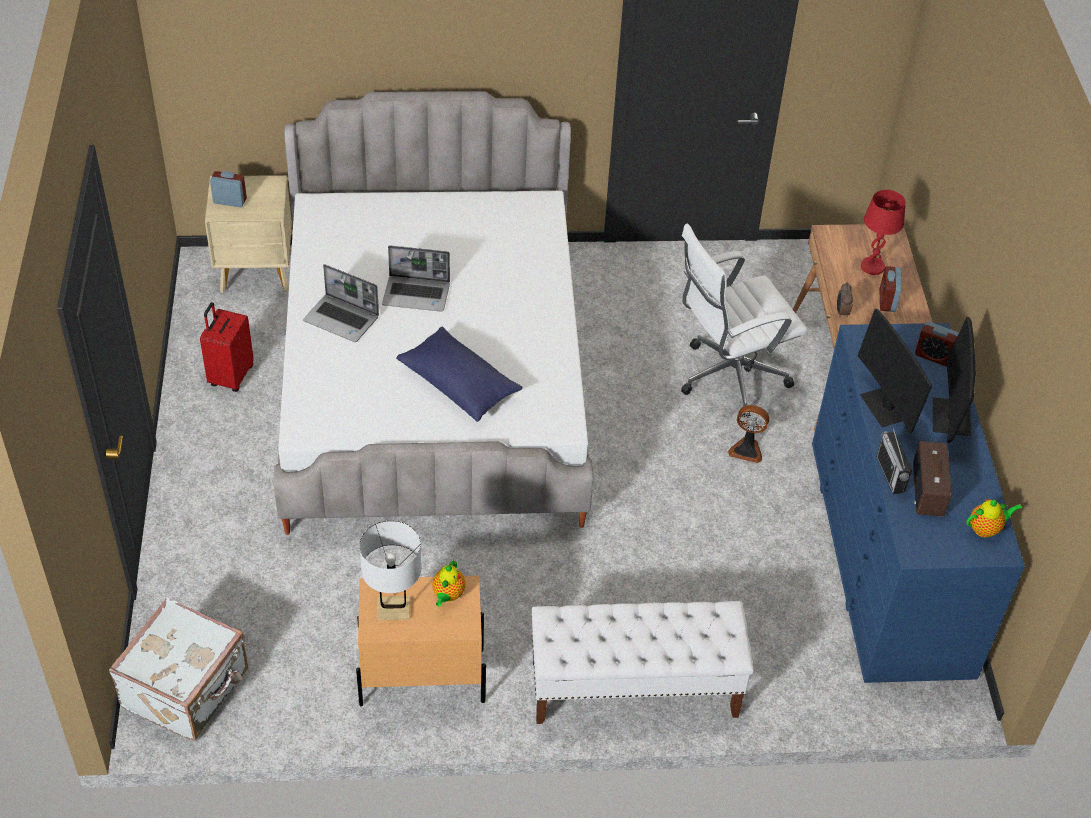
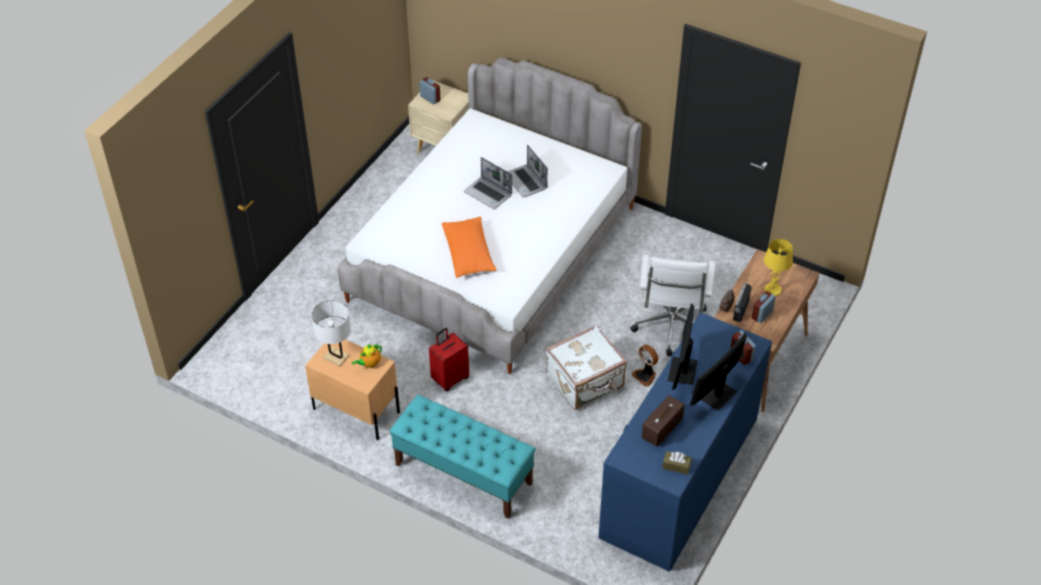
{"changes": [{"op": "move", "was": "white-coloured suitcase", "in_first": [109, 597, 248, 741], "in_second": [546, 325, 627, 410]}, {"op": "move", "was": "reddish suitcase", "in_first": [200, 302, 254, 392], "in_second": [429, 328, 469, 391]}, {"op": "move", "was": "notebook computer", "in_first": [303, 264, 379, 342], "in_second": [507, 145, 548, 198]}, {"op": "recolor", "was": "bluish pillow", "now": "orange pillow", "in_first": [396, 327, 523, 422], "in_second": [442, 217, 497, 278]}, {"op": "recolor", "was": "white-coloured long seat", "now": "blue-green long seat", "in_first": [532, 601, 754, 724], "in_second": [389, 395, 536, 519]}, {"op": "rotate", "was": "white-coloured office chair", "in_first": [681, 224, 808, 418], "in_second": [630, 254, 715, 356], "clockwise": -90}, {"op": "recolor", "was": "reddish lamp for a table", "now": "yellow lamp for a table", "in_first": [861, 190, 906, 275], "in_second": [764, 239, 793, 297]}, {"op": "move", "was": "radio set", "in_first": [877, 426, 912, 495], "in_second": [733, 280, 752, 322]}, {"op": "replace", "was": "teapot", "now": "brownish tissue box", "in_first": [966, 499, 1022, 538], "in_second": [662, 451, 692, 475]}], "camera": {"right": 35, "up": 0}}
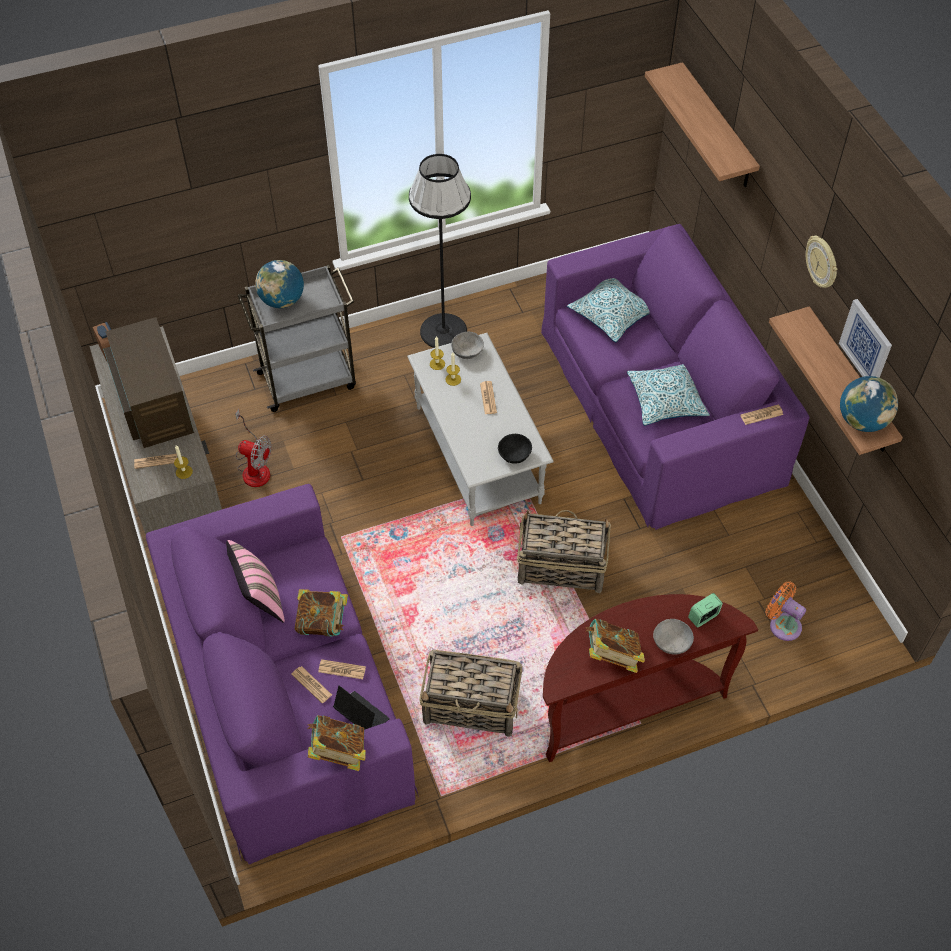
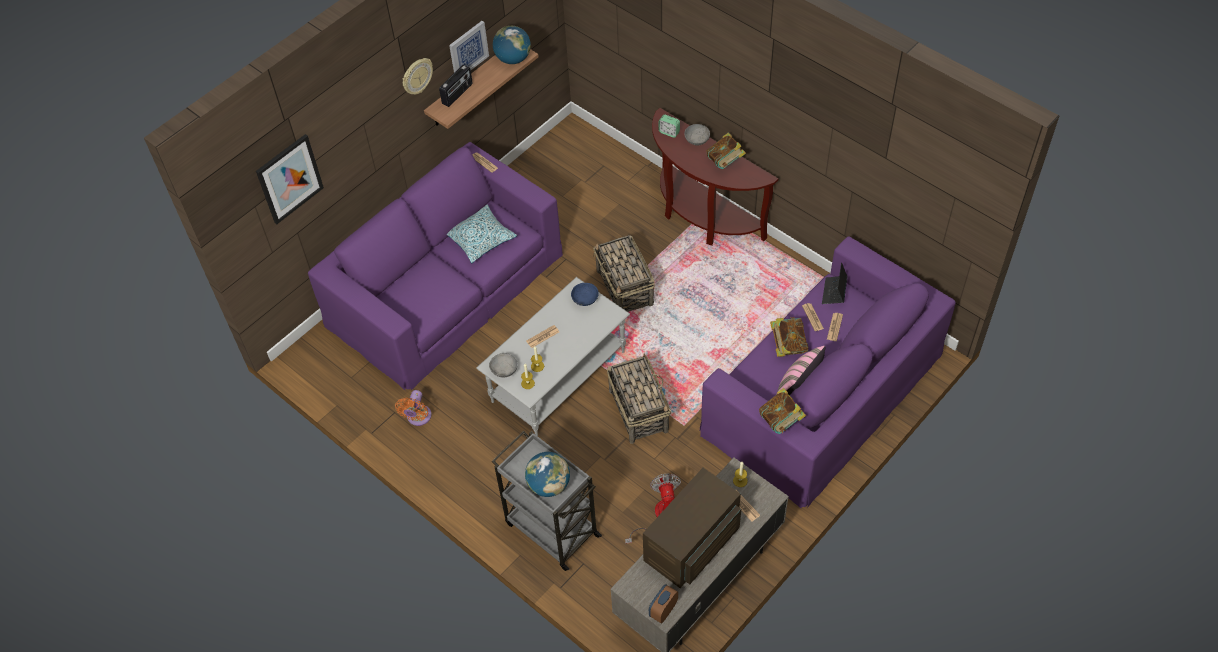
{"changes": [{"op": "move", "was": "bound book", "in_first": [307, 715, 366, 771], "in_second": [759, 388, 806, 434]}, {"op": "delete", "was": "black-coloured standard lamp", "in_first": [409, 154, 471, 348]}, {"op": "move", "was": "basket", "in_first": [419, 649, 522, 737], "in_second": [607, 353, 671, 444]}, {"op": "recolor", "was": "black-coloured bowl", "now": "bluish bowl", "in_first": [498, 434, 532, 464], "in_second": [571, 283, 599, 306]}, {"op": "delete", "was": "pillow", "in_first": [567, 278, 650, 342]}, {"op": "replace", "was": "wall shelf", "now": "wall art", "in_first": [645, 62, 760, 187], "in_second": [256, 134, 324, 224]}, {"op": "move", "was": "orange electric fan", "in_first": [766, 581, 806, 641], "in_second": [395, 390, 431, 426]}, {"op": "insert", "now": "radio set", "in_second": [439, 65, 473, 107]}], "camera": {"right": -115, "up": 0}}
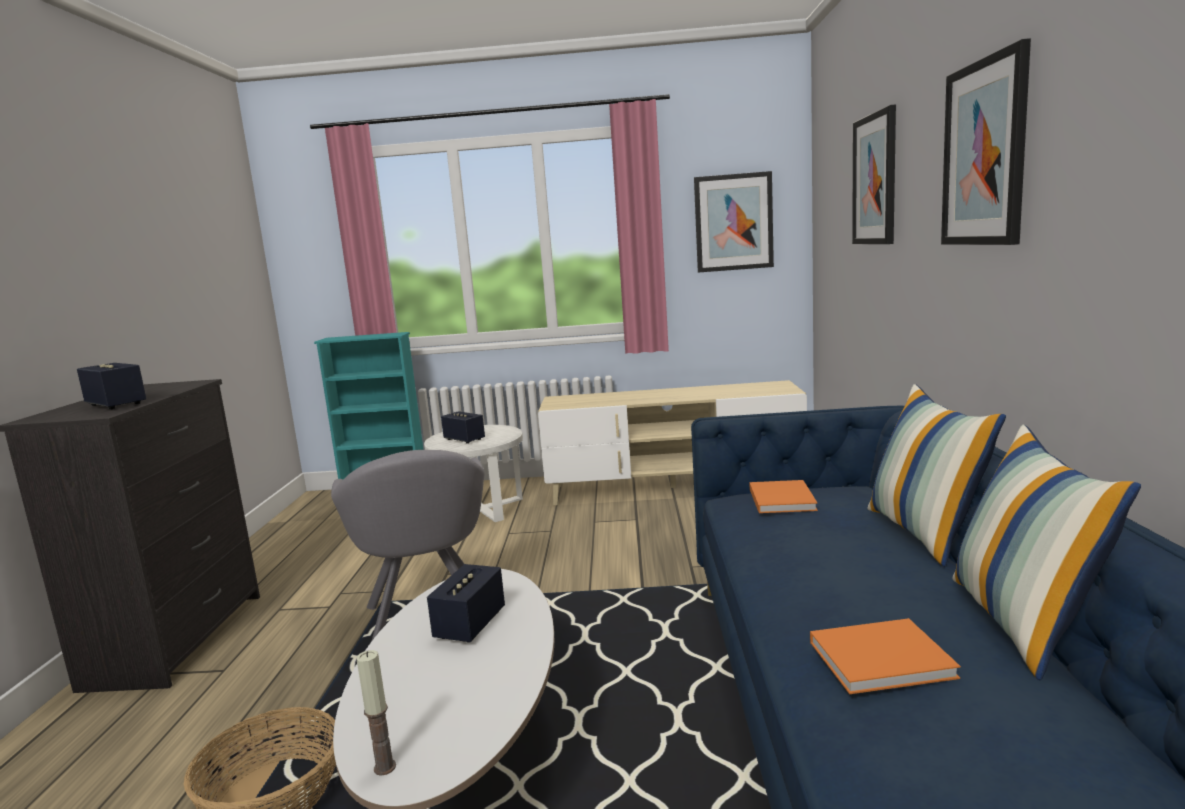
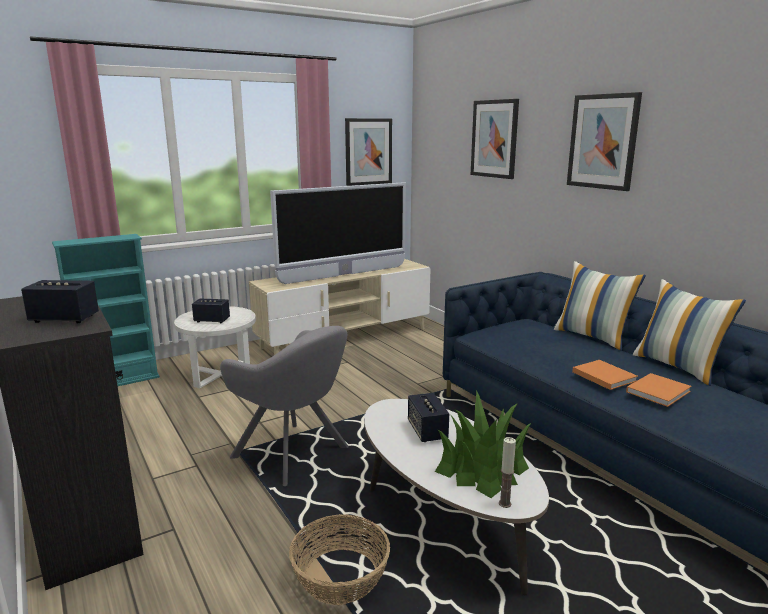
{"changes": [{"op": "move", "was": "orange bound book", "in_first": [749, 480, 818, 513], "in_second": [572, 360, 638, 390]}, {"op": "insert", "now": "TV", "in_second": [270, 182, 406, 284]}, {"op": "insert", "now": "houseplant", "in_second": [435, 390, 532, 498]}], "camera": {"right": -35, "up": 5}}
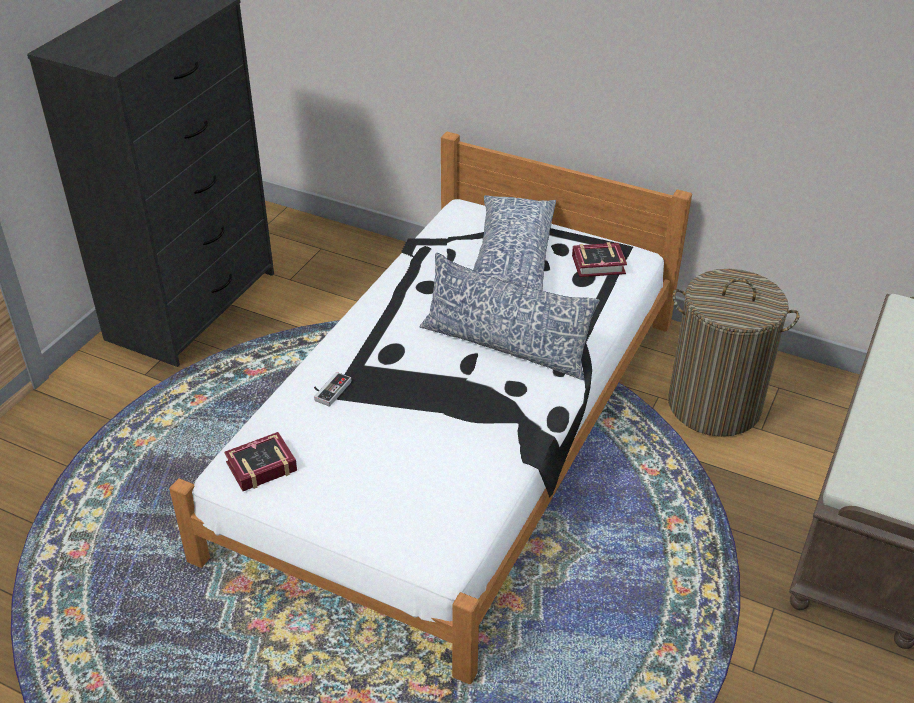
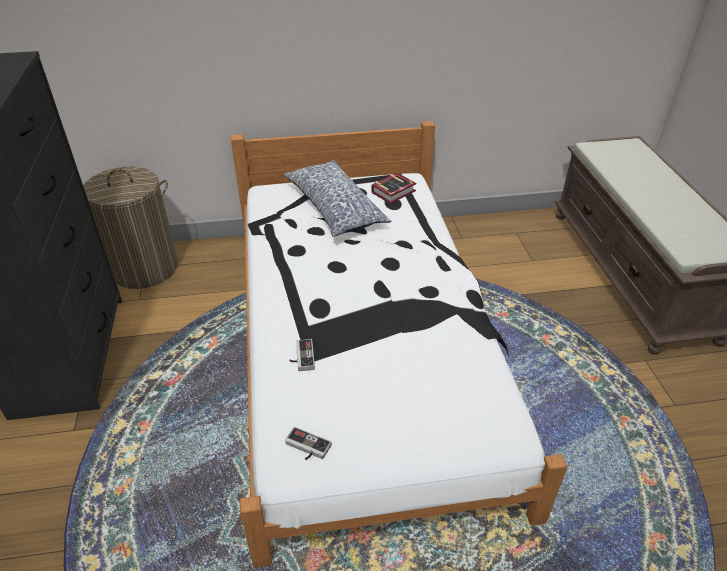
{"changes": [{"op": "replace", "was": "bound book", "now": "game controller", "in_first": [224, 432, 297, 491], "in_second": [285, 427, 332, 460]}, {"op": "delete", "was": "pillow", "in_first": [420, 253, 600, 380]}, {"op": "move", "was": "washing basket", "in_first": [668, 269, 800, 437], "in_second": [83, 167, 178, 289]}], "camera": {"right": -35, "up": 0}}
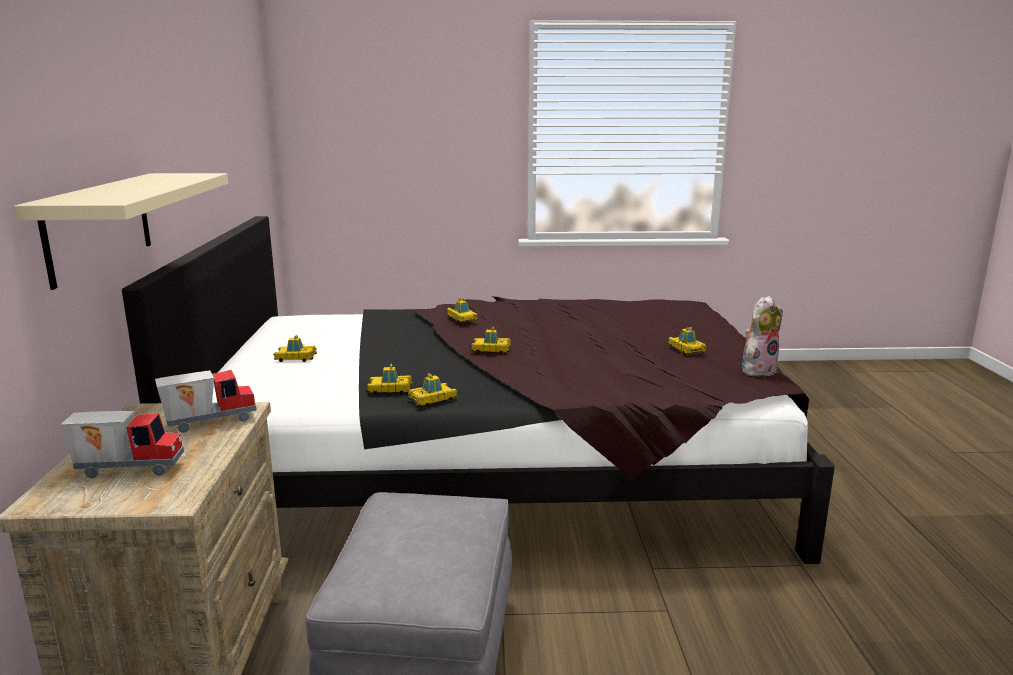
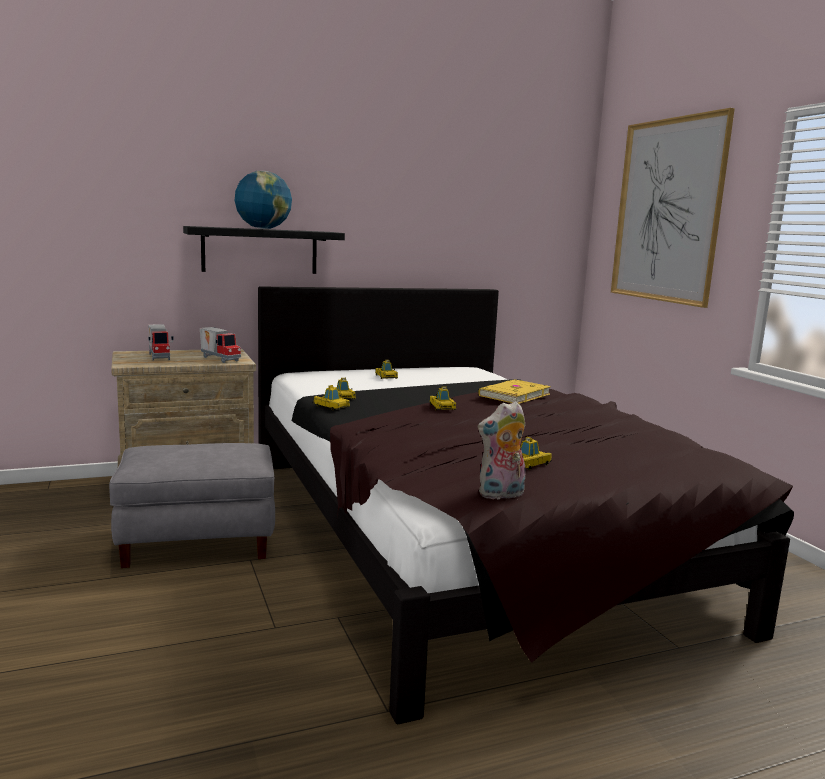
{"changes": [{"op": "recolor", "was": "sand-coloured wall shelf", "now": "black-coloured wall shelf", "in_first": [14, 173, 228, 290], "in_second": [183, 226, 345, 274]}, {"op": "replace", "was": "model car", "now": "yellow bound book", "in_first": [447, 298, 478, 323], "in_second": [478, 379, 551, 404]}, {"op": "rotate", "was": "cuddly toy", "in_first": [742, 296, 783, 377], "in_second": [478, 401, 526, 500], "clockwise": 120}, {"op": "insert", "now": "world globe", "in_second": [235, 171, 292, 229]}, {"op": "insert", "now": "wall art", "in_second": [611, 108, 735, 308]}], "camera": {"right": 70, "up": -5}}
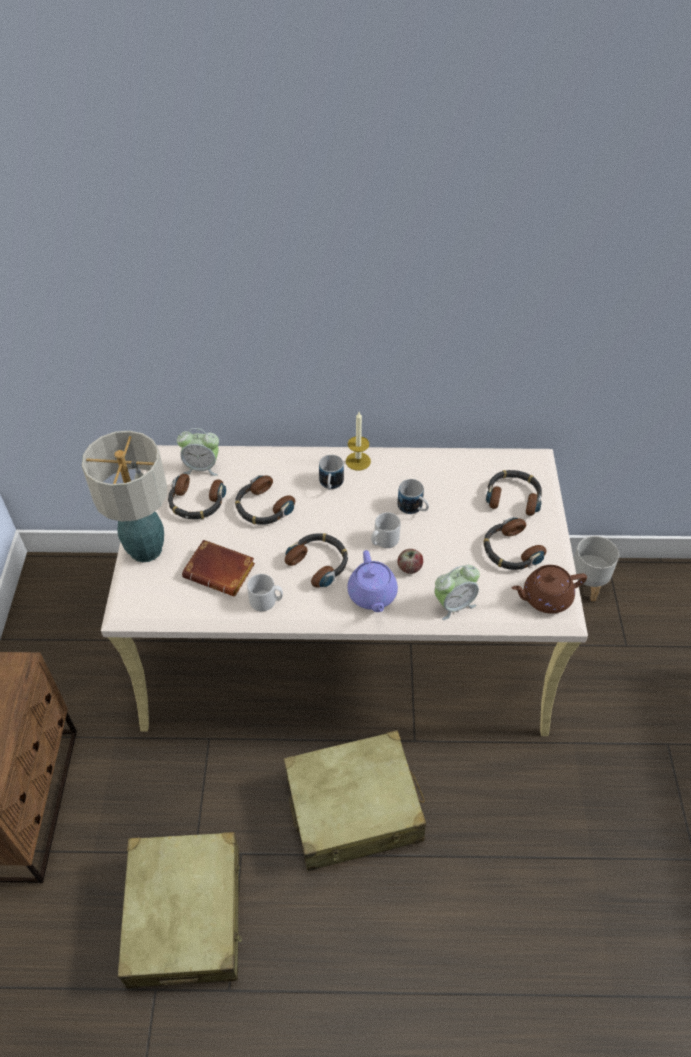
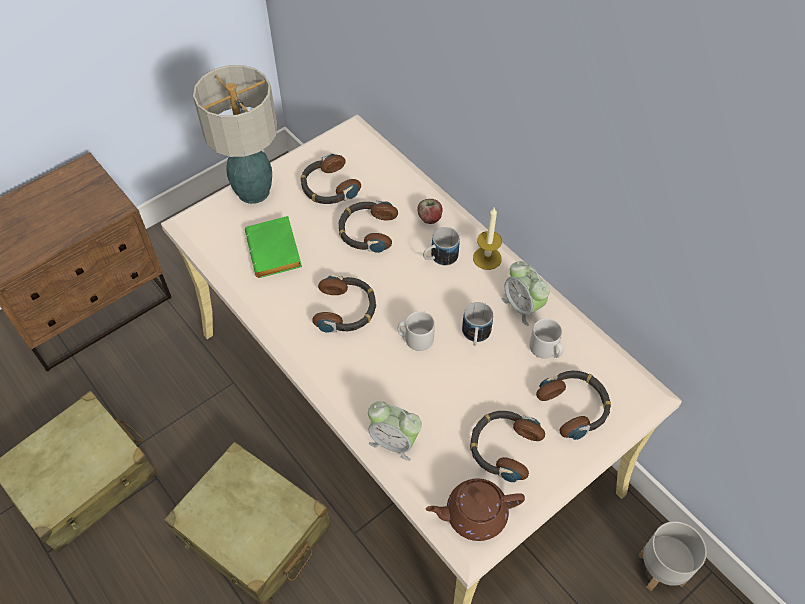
{"changes": [{"op": "move", "was": "alarm clock", "in_first": [177, 428, 219, 476], "in_second": [501, 261, 550, 326]}, {"op": "recolor", "was": "brownish bound book", "now": "green-coloured bound book", "in_first": [182, 540, 255, 597], "in_second": [245, 216, 302, 278]}, {"op": "move", "was": "greyish mug", "in_first": [247, 574, 283, 611], "in_second": [529, 318, 564, 359]}, {"op": "delete", "was": "purple teapot", "in_first": [347, 550, 398, 612]}, {"op": "move", "was": "whole apple", "in_first": [397, 549, 423, 574], "in_second": [417, 199, 443, 224]}, {"op": "rotate", "was": "brownish teapot", "in_first": [511, 565, 587, 614], "in_second": [426, 478, 525, 541], "clockwise": -45}], "camera": {"right": 50, "up": 5}}
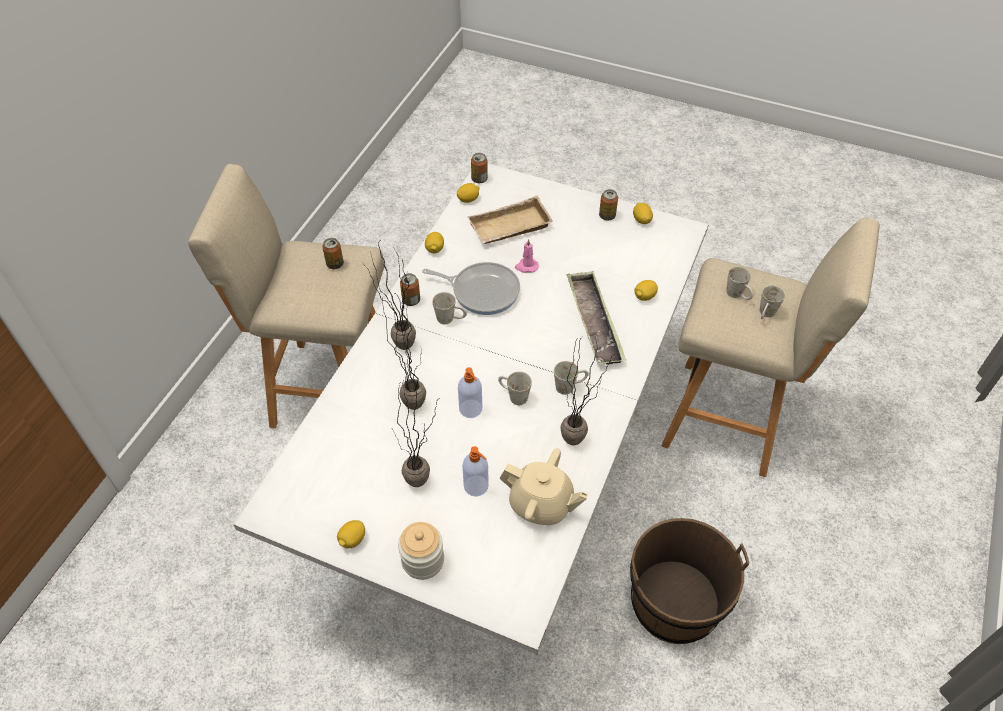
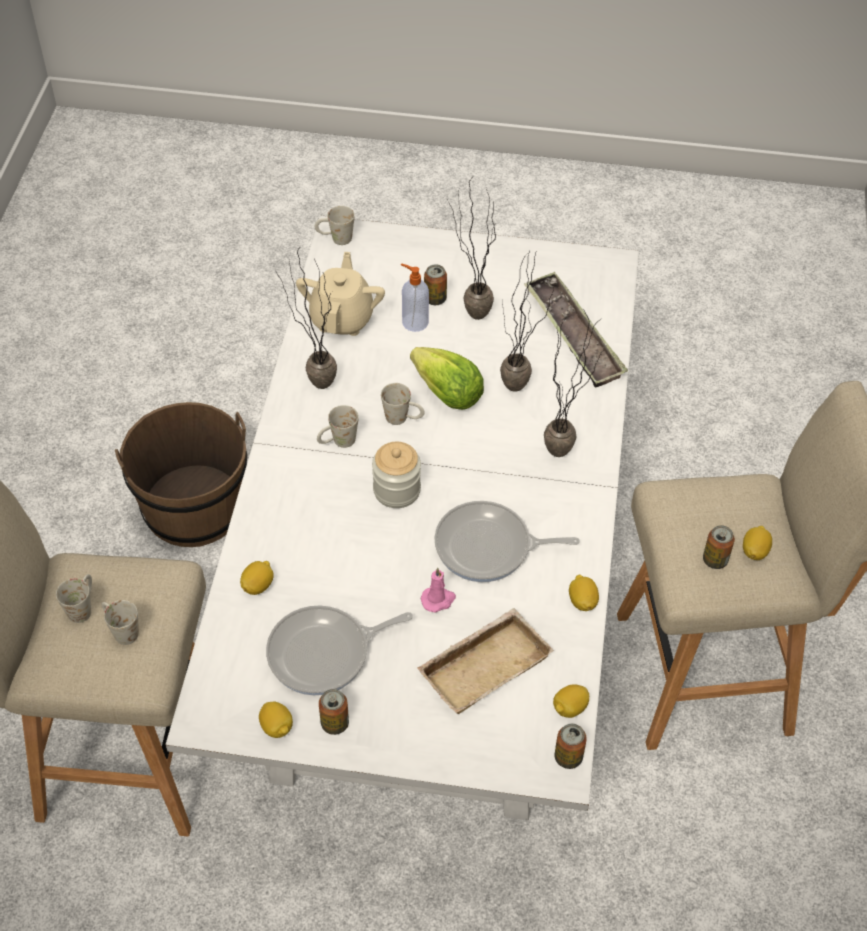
{"changes": [{"op": "move", "was": "lemon", "in_first": [337, 520, 365, 548], "in_second": [743, 526, 772, 560]}, {"op": "move", "was": "jar", "in_first": [398, 522, 444, 580], "in_second": [372, 442, 421, 508]}, {"op": "move", "was": "can", "in_first": [400, 273, 420, 306], "in_second": [424, 264, 447, 305]}, {"op": "move", "was": "white-coloured mug", "in_first": [432, 292, 467, 324], "in_second": [315, 206, 355, 245]}, {"op": "replace", "was": "soap dispenser", "now": "lettuce head", "in_first": [458, 367, 482, 418], "in_second": [410, 347, 484, 410]}, {"op": "rotate", "was": "sand-coloured teapot", "in_first": [499, 448, 588, 526], "in_second": [296, 252, 385, 336], "clockwise": 90}, {"op": "move", "was": "serving tray", "in_first": [567, 271, 626, 365], "in_second": [524, 272, 628, 388]}, {"op": "insert", "now": "frying pan", "in_second": [266, 605, 413, 696]}], "camera": {"right": 165, "up": 0}}
